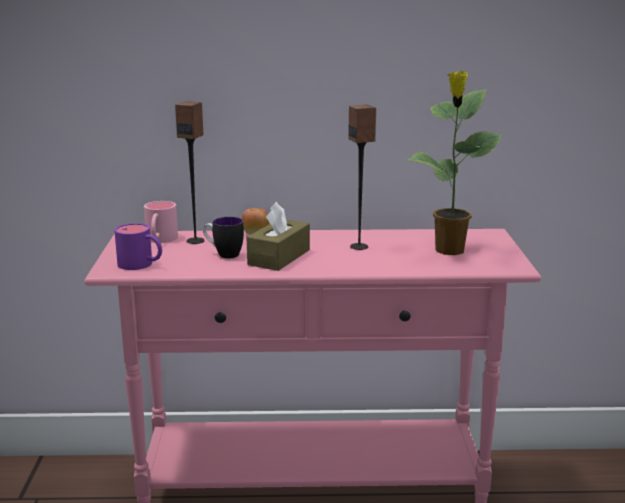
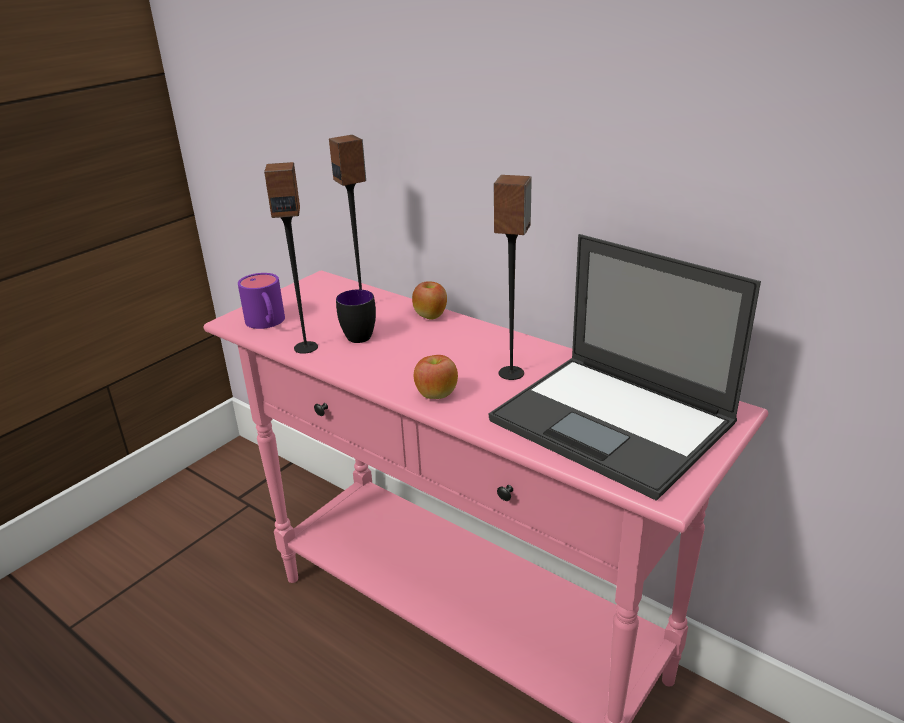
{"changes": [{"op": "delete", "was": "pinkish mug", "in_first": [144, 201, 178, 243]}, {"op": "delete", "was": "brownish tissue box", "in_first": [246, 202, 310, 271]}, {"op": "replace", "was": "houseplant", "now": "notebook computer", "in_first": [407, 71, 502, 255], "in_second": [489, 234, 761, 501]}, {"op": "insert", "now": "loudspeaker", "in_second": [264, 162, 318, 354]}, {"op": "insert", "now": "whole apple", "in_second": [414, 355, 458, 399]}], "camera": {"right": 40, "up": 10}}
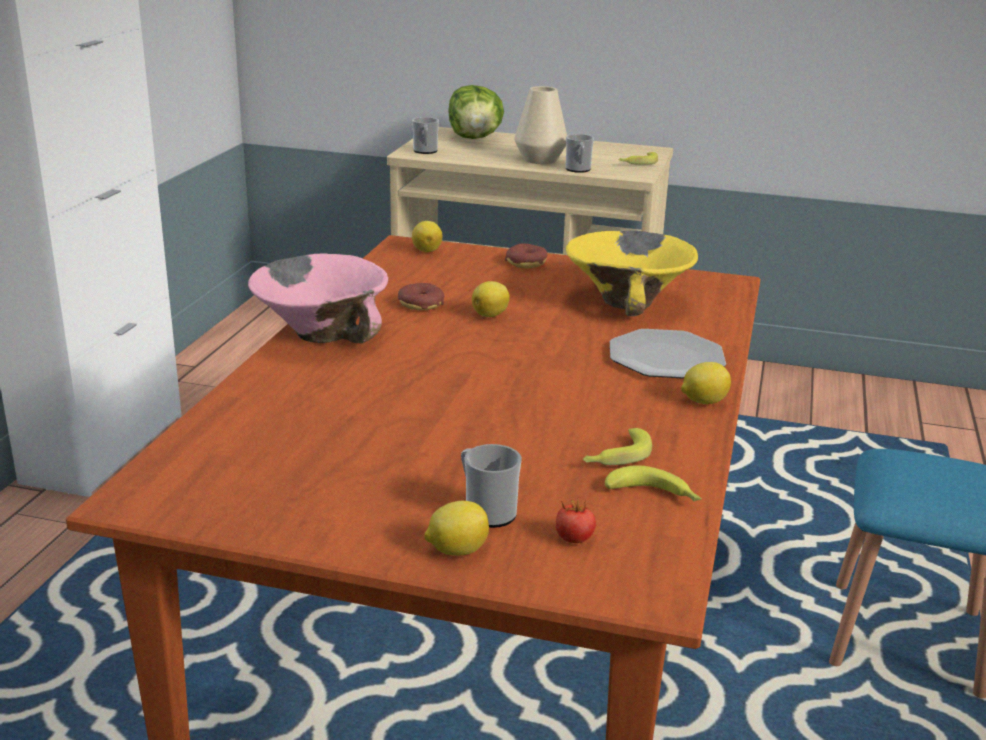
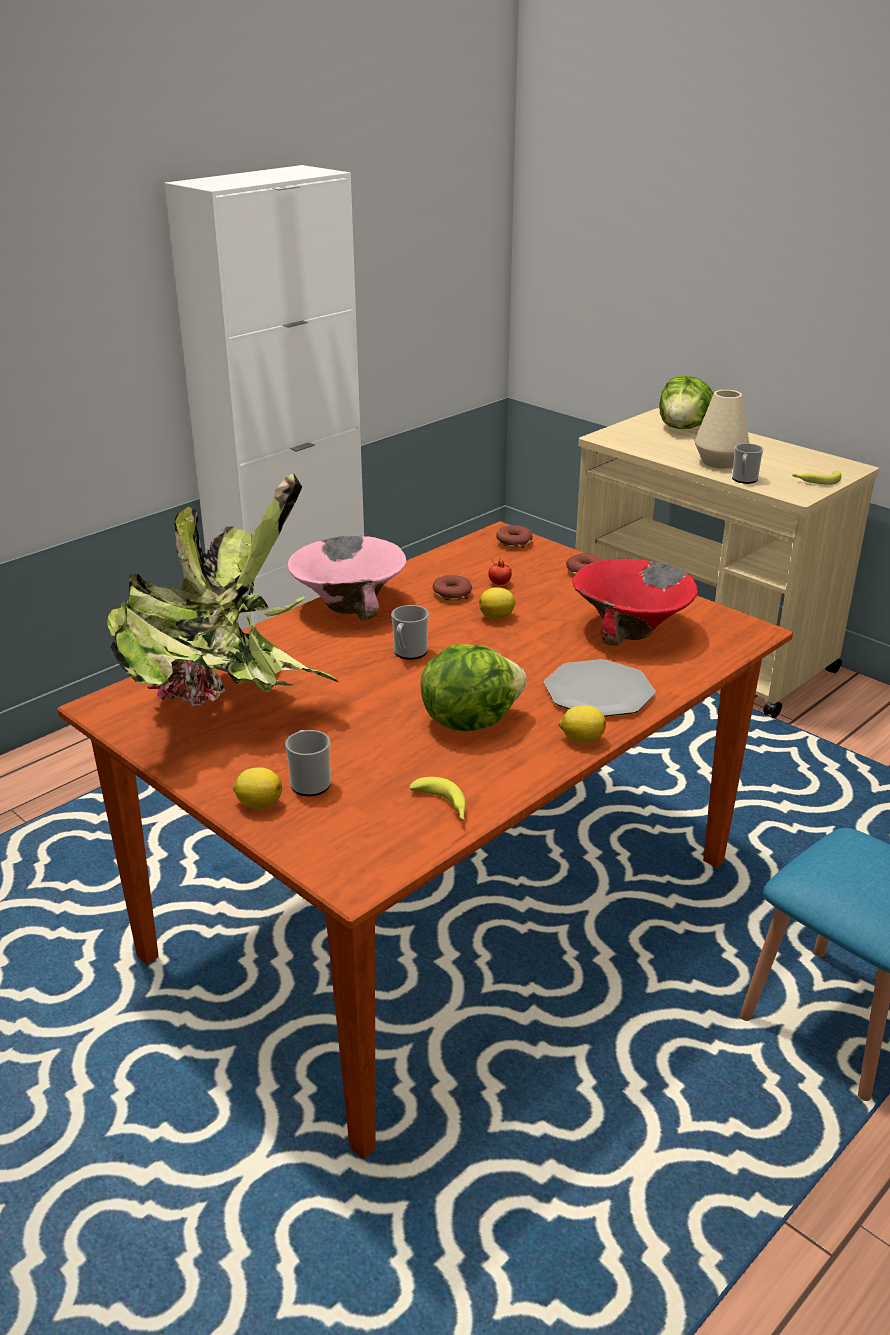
{"changes": [{"op": "move", "was": "mug", "in_first": [412, 117, 439, 154], "in_second": [391, 605, 429, 660]}, {"op": "replace", "was": "lemon", "now": "donut", "in_first": [412, 221, 442, 252], "in_second": [496, 525, 533, 548]}, {"op": "move", "was": "tomato", "in_first": [556, 497, 596, 543], "in_second": [488, 559, 512, 585]}, {"op": "recolor", "was": "yellow bowl", "now": "reddish bowl", "in_first": [566, 230, 698, 316], "in_second": [573, 558, 698, 646]}, {"op": "delete", "was": "banana", "in_first": [583, 428, 652, 465]}, {"op": "insert", "now": "houseplant", "in_second": [107, 474, 339, 706]}, {"op": "insert", "now": "lettuce head", "in_second": [420, 644, 527, 731]}], "camera": {"right": 30, "up": 5}}
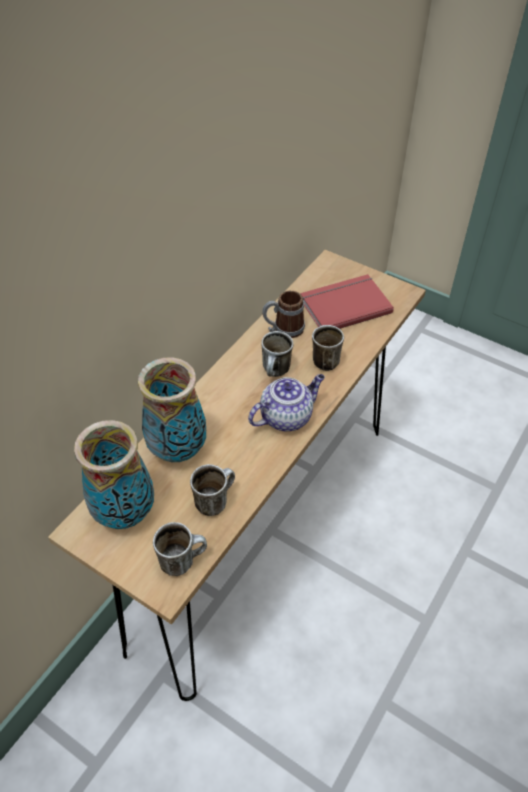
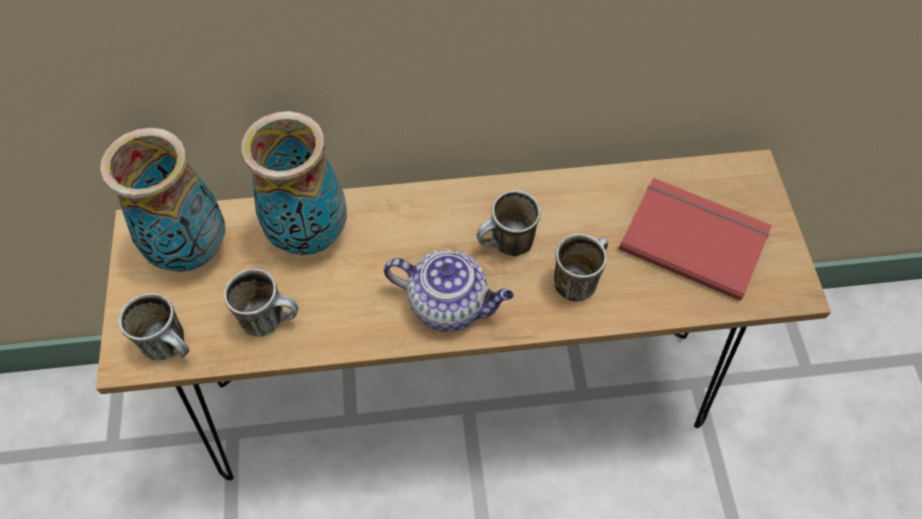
{"changes": [{"op": "delete", "was": "mug", "in_first": [262, 290, 305, 338]}], "camera": {"right": 50, "up": 10}}
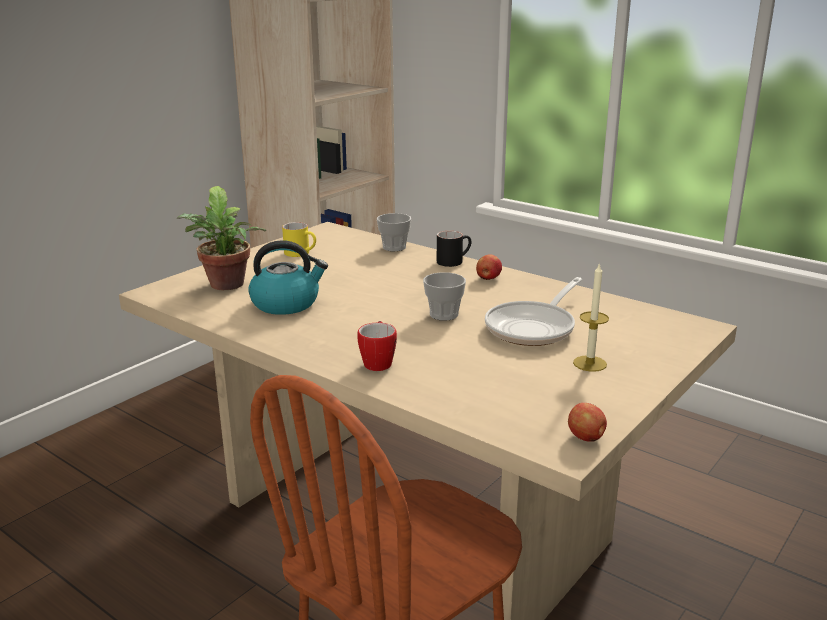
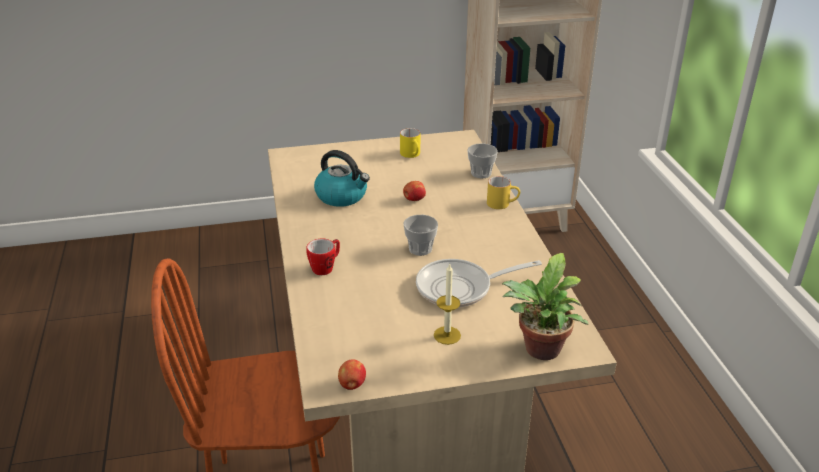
{"changes": [{"op": "move", "was": "houseplant", "in_first": [177, 186, 266, 290], "in_second": [502, 253, 589, 360]}, {"op": "recolor", "was": "black-coloured mug", "now": "yellow mug", "in_first": [437, 231, 471, 267], "in_second": [487, 176, 520, 209]}, {"op": "move", "was": "whole apple", "in_first": [476, 254, 502, 280], "in_second": [403, 181, 426, 201]}], "camera": {"right": 40, "up": 10}}
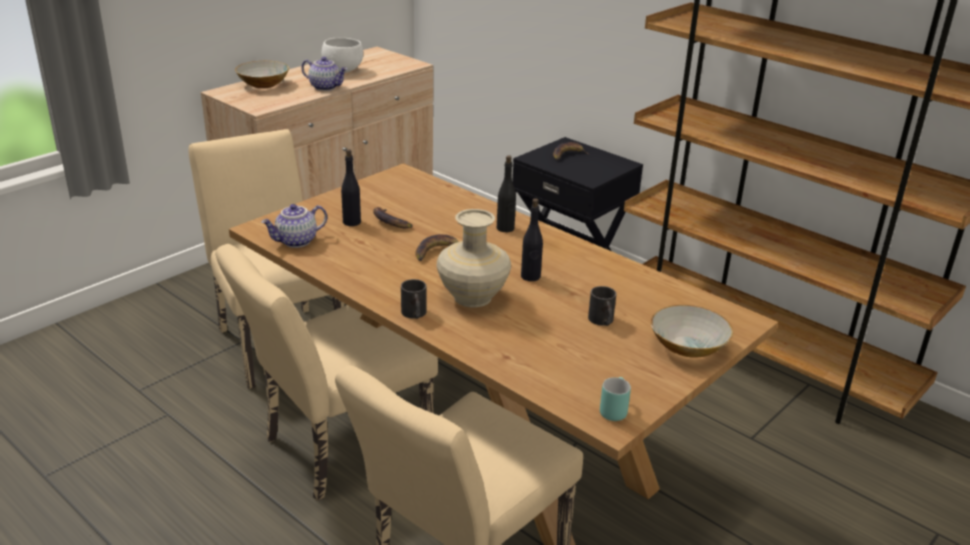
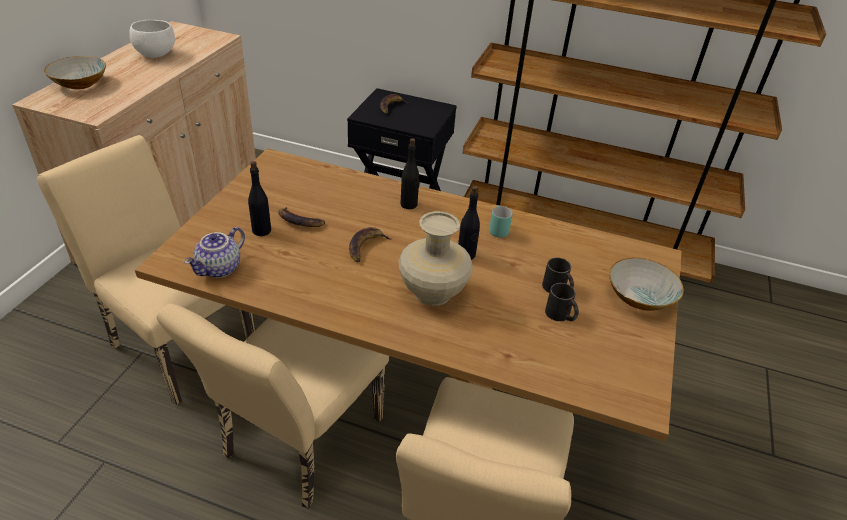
{"changes": [{"op": "delete", "was": "teapot", "in_first": [301, 57, 347, 91]}, {"op": "move", "was": "black-coloured mug", "in_first": [401, 279, 426, 319], "in_second": [545, 283, 579, 321]}, {"op": "move", "was": "blue-green mug", "in_first": [600, 377, 631, 421], "in_second": [489, 205, 513, 238]}], "camera": {"right": -25, "up": 10}}
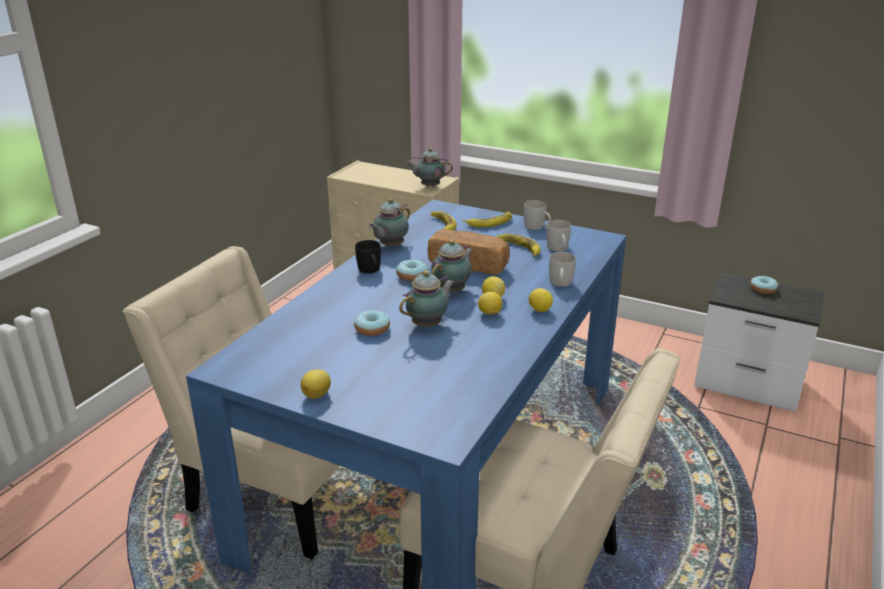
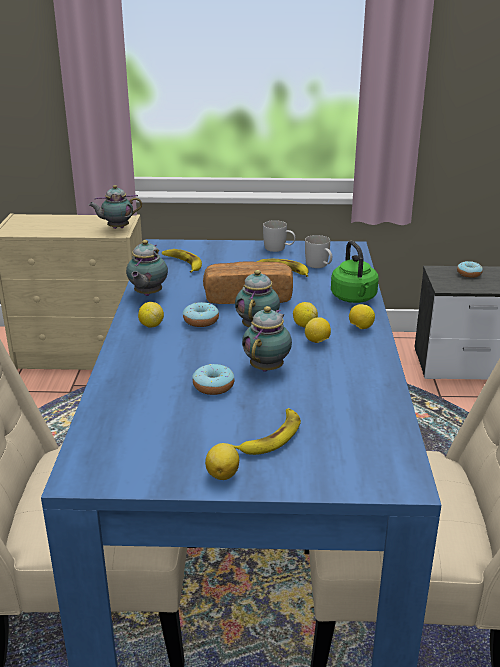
{"changes": [{"op": "replace", "was": "black-coloured mug", "now": "lemon", "in_first": [355, 240, 381, 274], "in_second": [138, 302, 164, 327]}, {"op": "move", "was": "banana", "in_first": [462, 212, 512, 227], "in_second": [232, 408, 301, 455]}, {"op": "replace", "was": "white-coloured mug", "now": "green-coloured tea kettle", "in_first": [549, 252, 576, 287], "in_second": [331, 241, 379, 303]}], "camera": {"right": -25, "up": 0}}
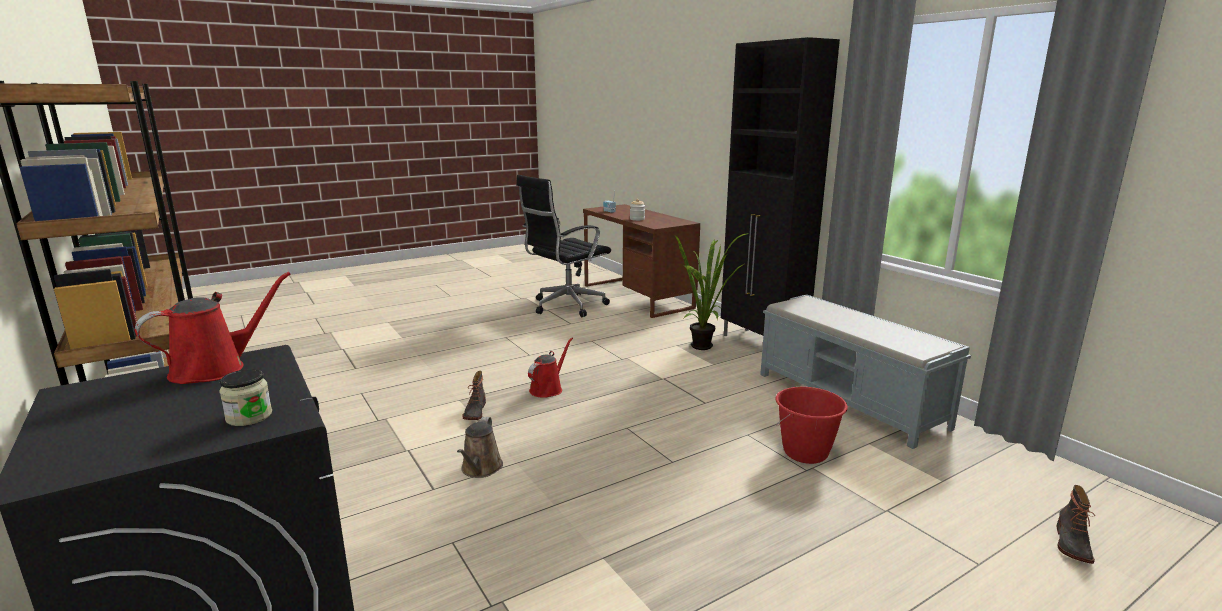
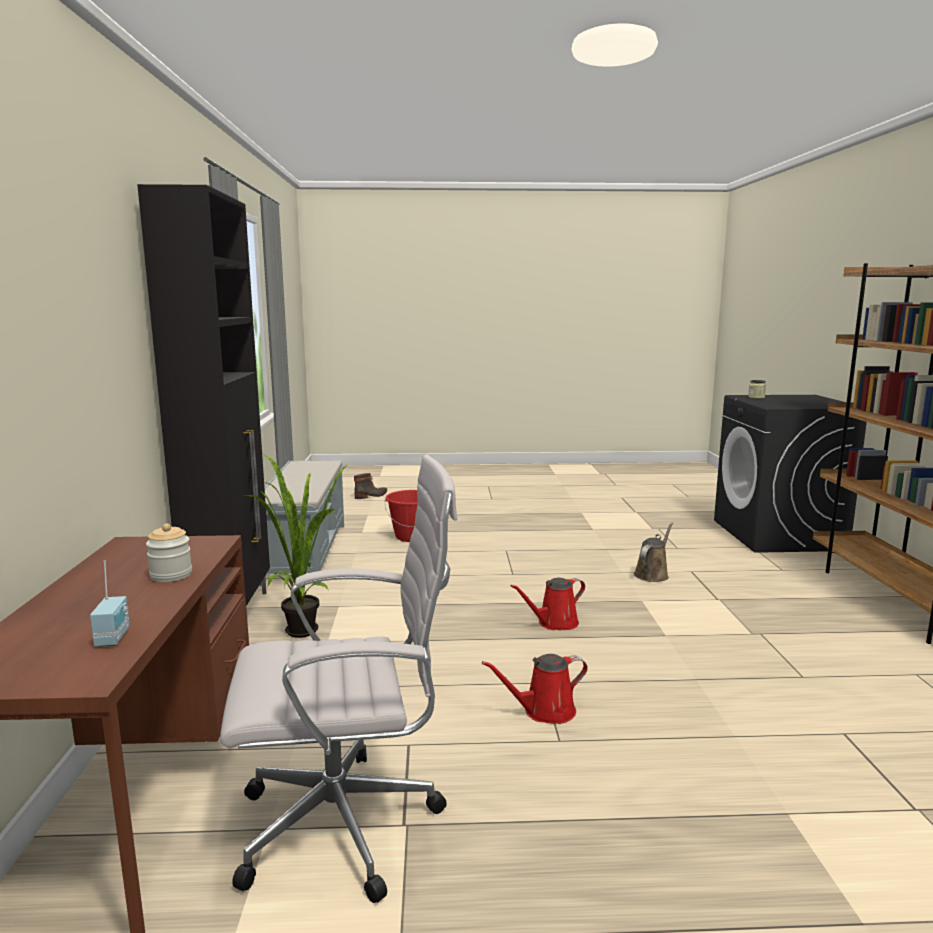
{"changes": [{"op": "move", "was": "reddish watering pot", "in_first": [135, 272, 290, 384], "in_second": [482, 654, 588, 724]}, {"op": "delete", "was": "boot", "in_first": [462, 371, 486, 420]}, {"op": "recolor", "was": "black-coloured office chair", "now": "white-coloured office chair", "in_first": [516, 175, 611, 317], "in_second": [220, 455, 458, 903]}], "camera": {"right": -150, "up": -5}}
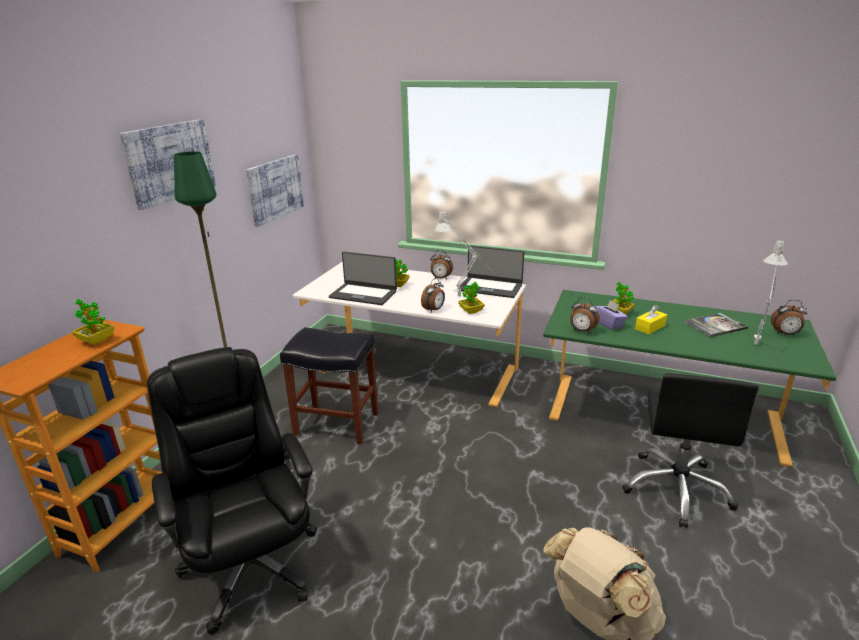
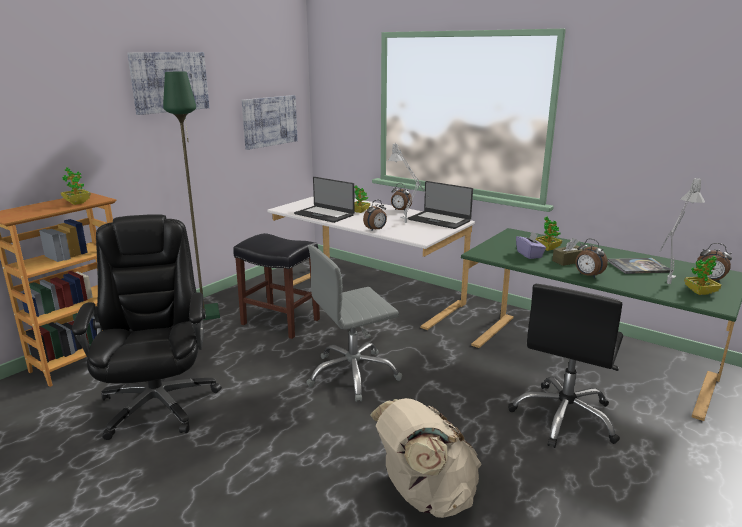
{"changes": [{"op": "move", "was": "houseplant", "in_first": [458, 282, 484, 314], "in_second": [684, 256, 721, 295]}, {"op": "move", "was": "alarm clock", "in_first": [570, 297, 600, 333], "in_second": [575, 238, 608, 278]}, {"op": "recolor", "was": "yellow tissue box", "now": "brownish tissue box", "in_first": [635, 305, 667, 334], "in_second": [552, 238, 583, 266]}, {"op": "insert", "now": "greyish office chair", "in_second": [306, 245, 402, 402]}], "camera": {"right": 15, "up": -5}}
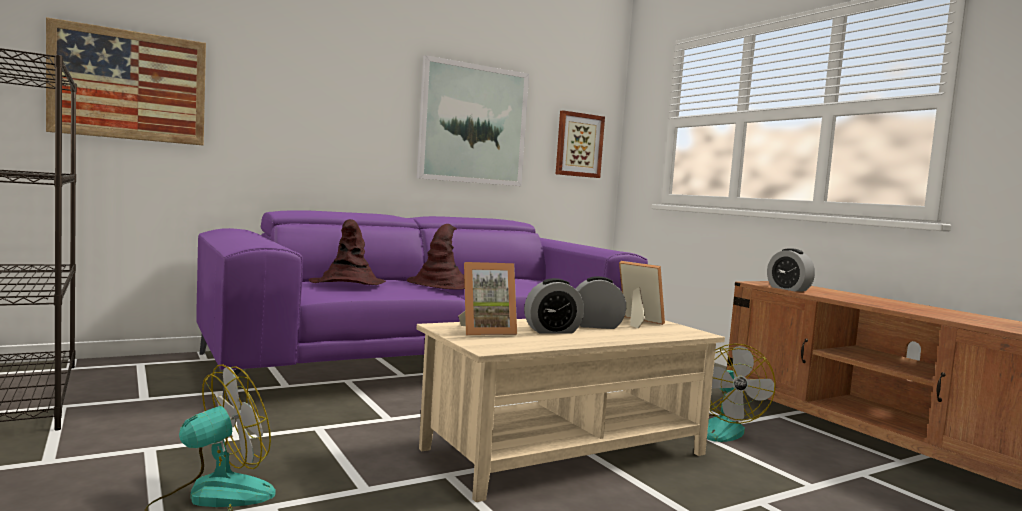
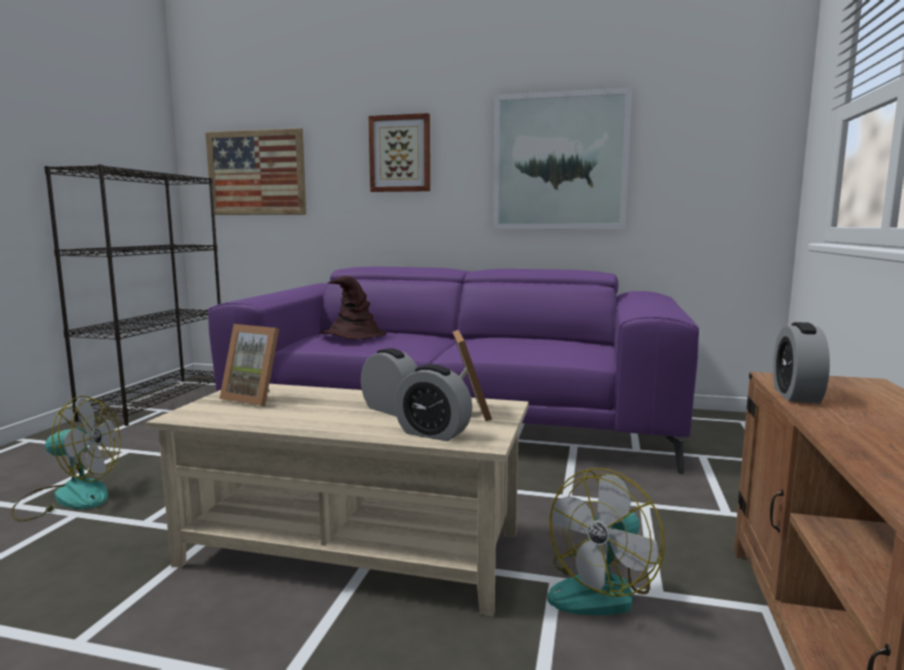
{"changes": [{"op": "delete", "was": "brownish clothing hat", "in_first": [407, 224, 465, 290]}, {"op": "move", "was": "alarm clock", "in_first": [524, 278, 584, 334], "in_second": [394, 364, 473, 441]}, {"op": "move", "was": "wall art", "in_first": [556, 110, 605, 178], "in_second": [368, 113, 430, 192]}], "camera": {"right": 45, "up": 5}}
